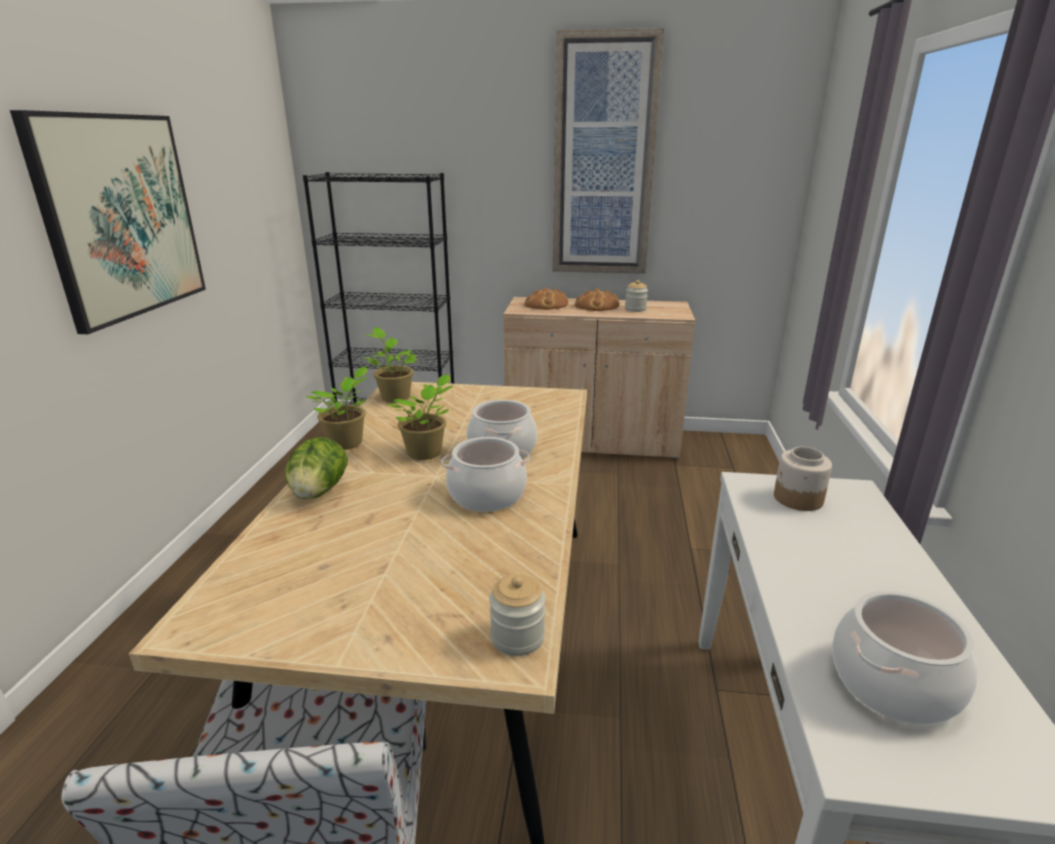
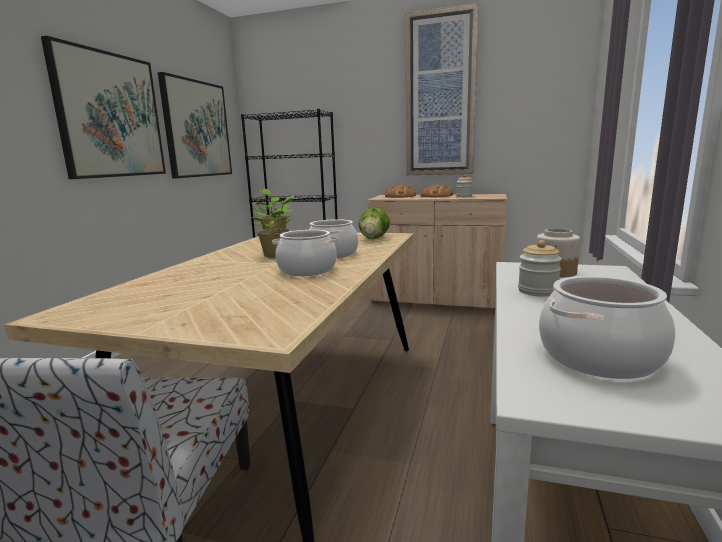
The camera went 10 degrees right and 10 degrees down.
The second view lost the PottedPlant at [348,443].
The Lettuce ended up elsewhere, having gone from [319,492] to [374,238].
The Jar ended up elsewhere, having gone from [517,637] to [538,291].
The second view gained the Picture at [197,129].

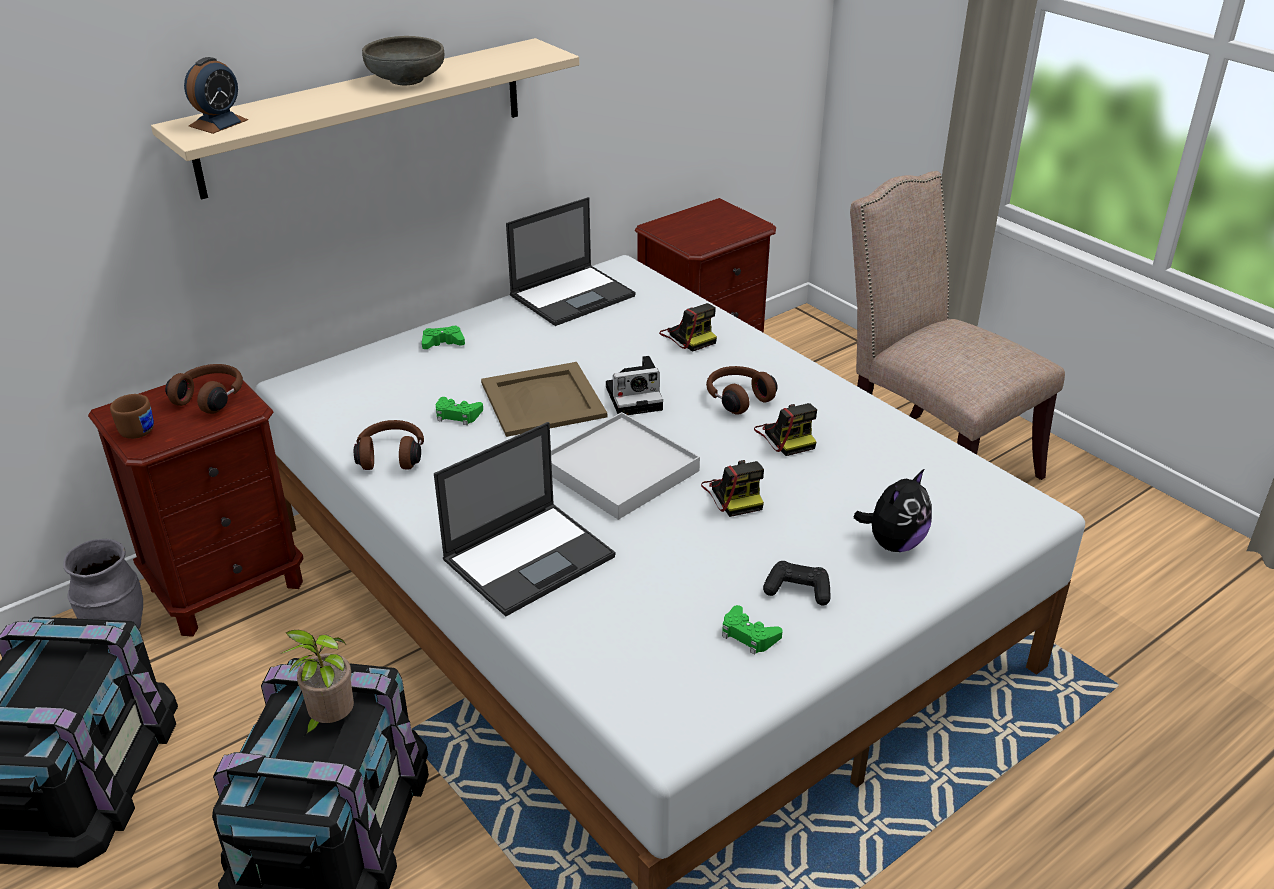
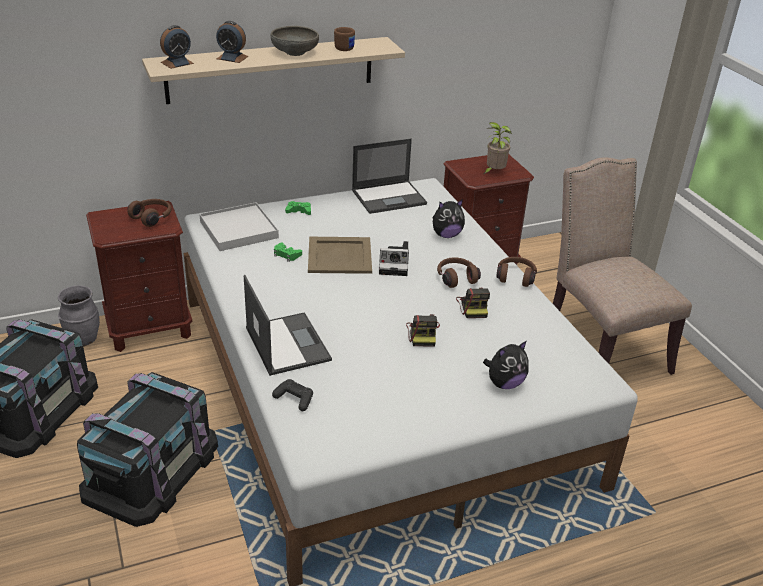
The camera went 15 degrees right and 0 degrees up.
Where the PhotoCamera stood at [688,336], the PlushToy came to stand at [446,235].
The BrownMug ended up elsewhere, having gone from [140,428] to [346,48].
The WhiteTray ended up elsewhere, having gone from [620,470] to [239,229].
The BrownHeadphones ended up elsewhere, having gone from [391,455] to [515,277].
The Laptop at [530,557] ended up facing another way, 90 degrees counterclockwise from before.
The BlackGameController ended up elsewhere, having gone from [798,590] to [294,399].
The second view lost the GreenGameController at [748,635].
The PottedPlant ended up elsewhere, having gone from [330,721] to [493,172].
The second view gained the AlarmClock at [232,57].

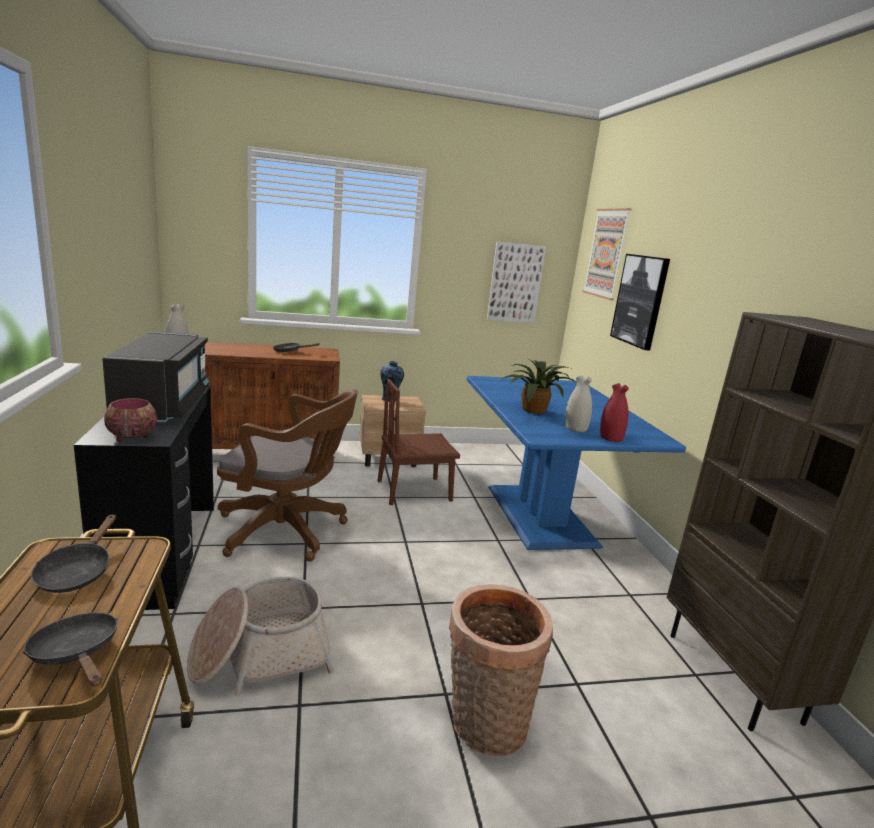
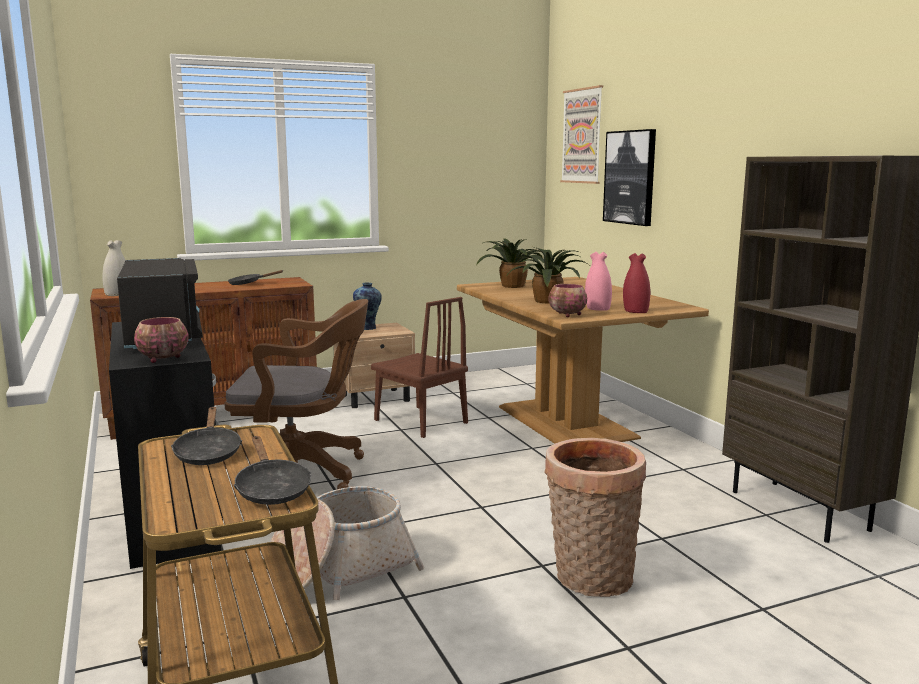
The camera went 10 degrees left and 5 degrees down.
The second view lost the Picture at [515,283].
What was the WhiteVase at [575,428] turned into the PinkVase at [597,308].
What was the BlueDiningTable at [541,515] turned into the BrownDiningTable at [567,421].
The BrownChair at [414,491] ended up facing another way, 105 degrees counterclockwise from before.
The BlackFryingPan at [77,653] ended up facing another way, 150 degrees counterclockwise from before.
The second view gained the PottedPlant at [513,286].
The second view gained the Bowl at [567,315].

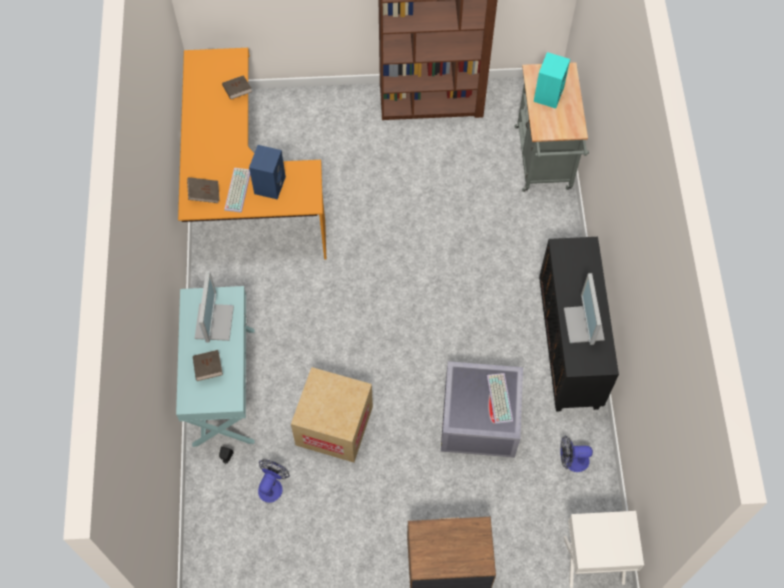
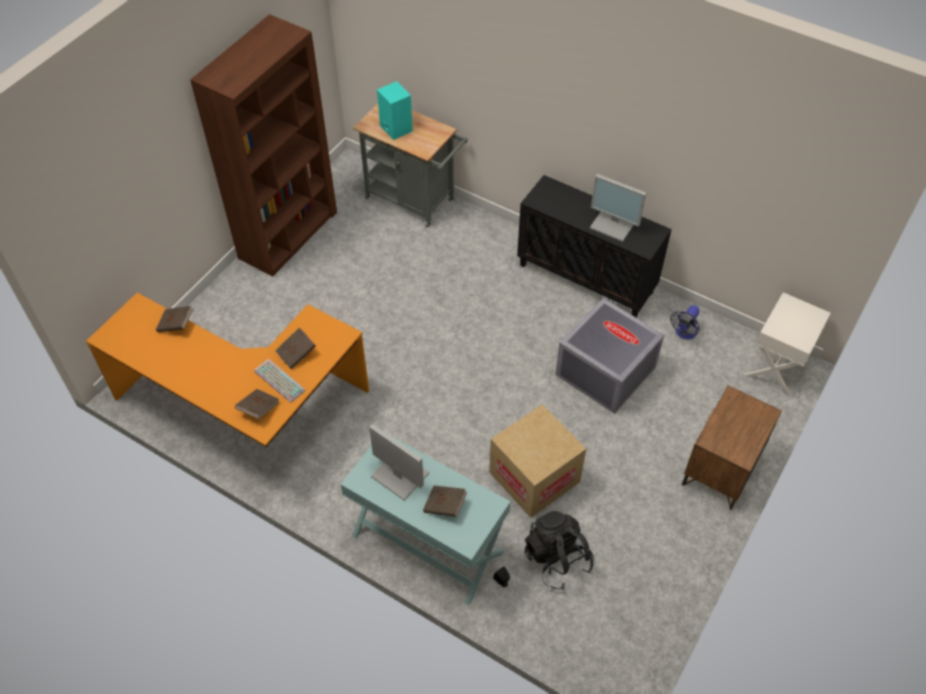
The camera went 55 degrees left and 10 degrees down.
Where the BlueSpeaker stood at [269,184], the BrownBook came to stand at [296,354].
The second view lost the Keyboard at [498,398].
Where the Fan stood at [272,485], the BlackBackpack came to stand at [557,559].

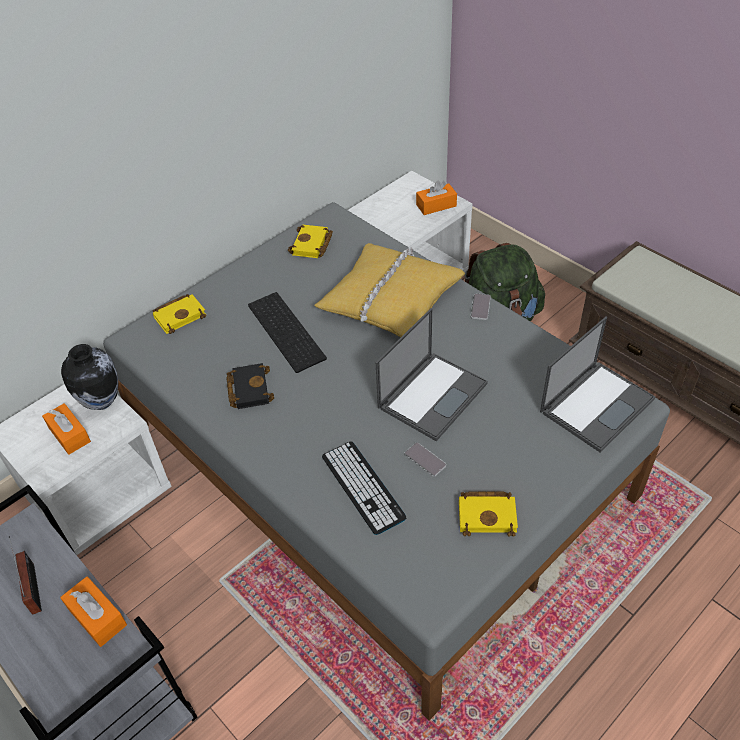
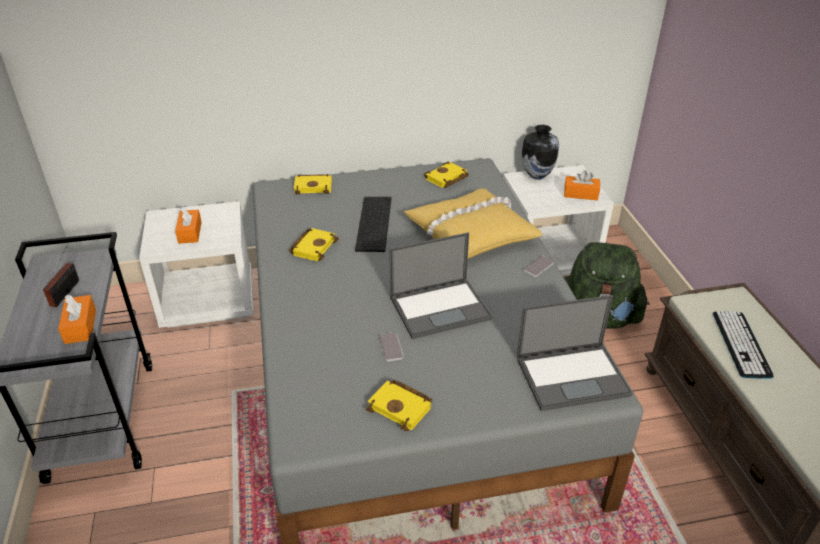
The camera went 30 degrees right and 10 degrees down.
The Vase ended up elsewhere, having gone from [101,401] to [537,175].
What was the BlackBook at [248,388] turned into the YellowBook at [313,247].
The Keyboard ended up elsewhere, having gone from [363,487] to [741,344].

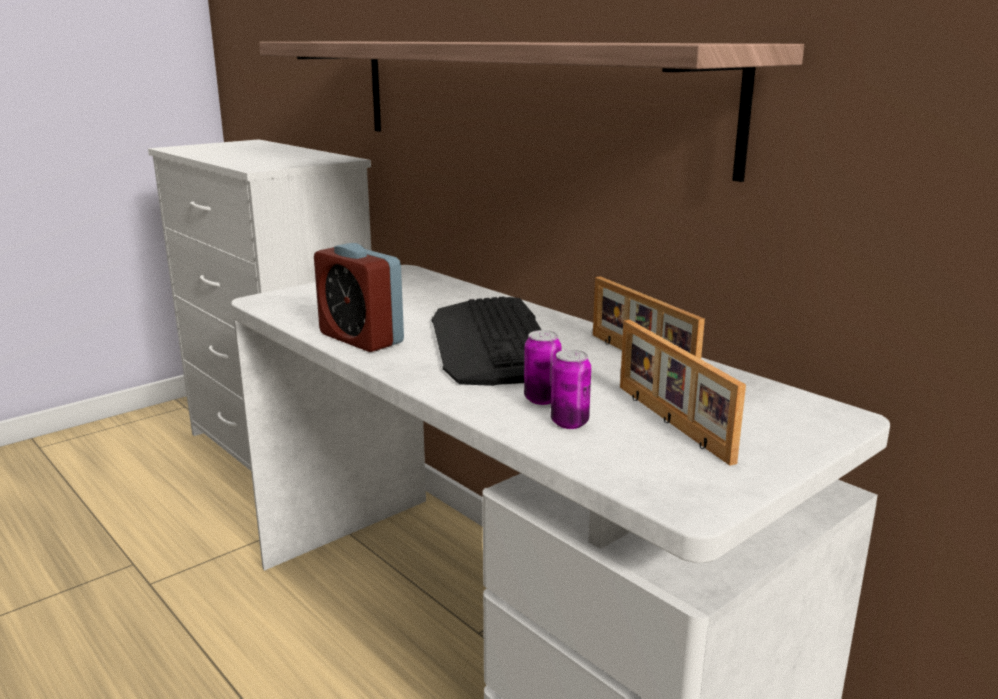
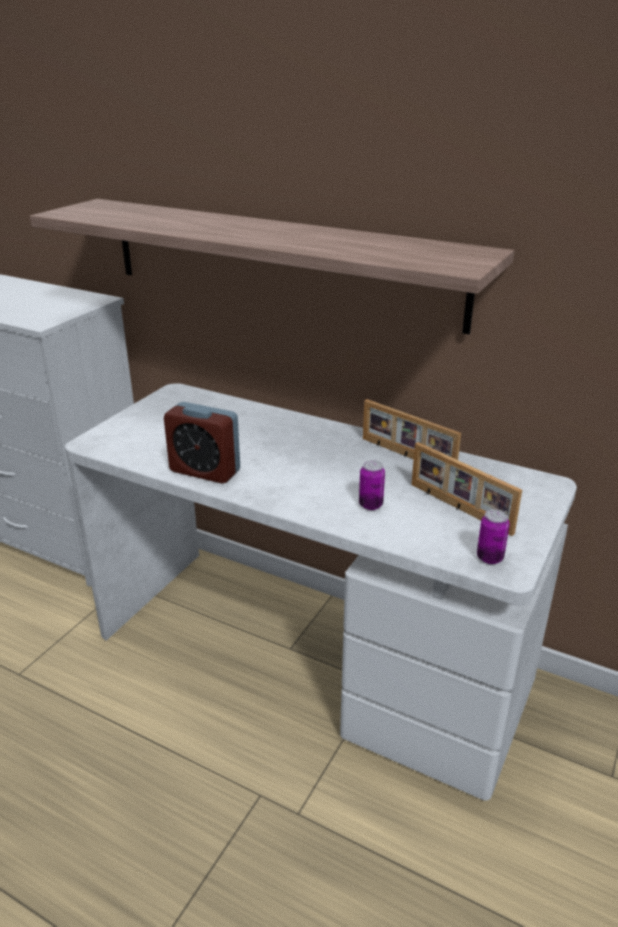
The camera went 20 degrees left and 10 degrees up.
The second view lost the Keyboard at [492,342].
The Can ended up elsewhere, having gone from [569,423] to [489,558].

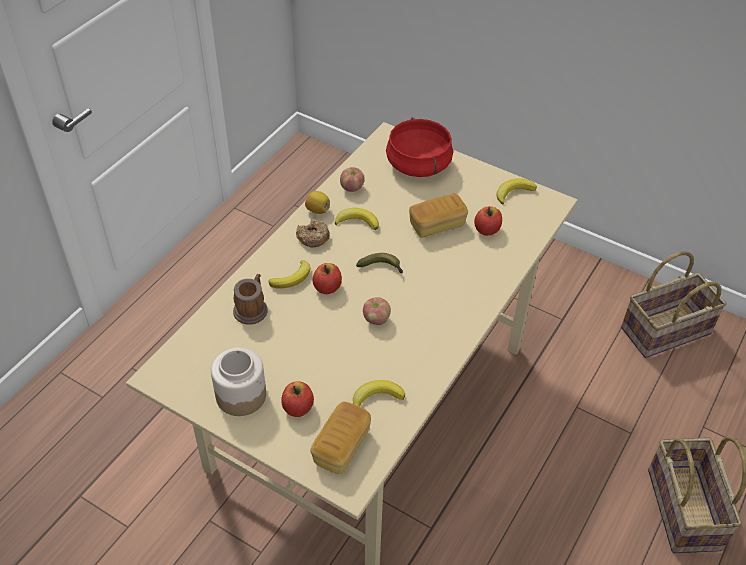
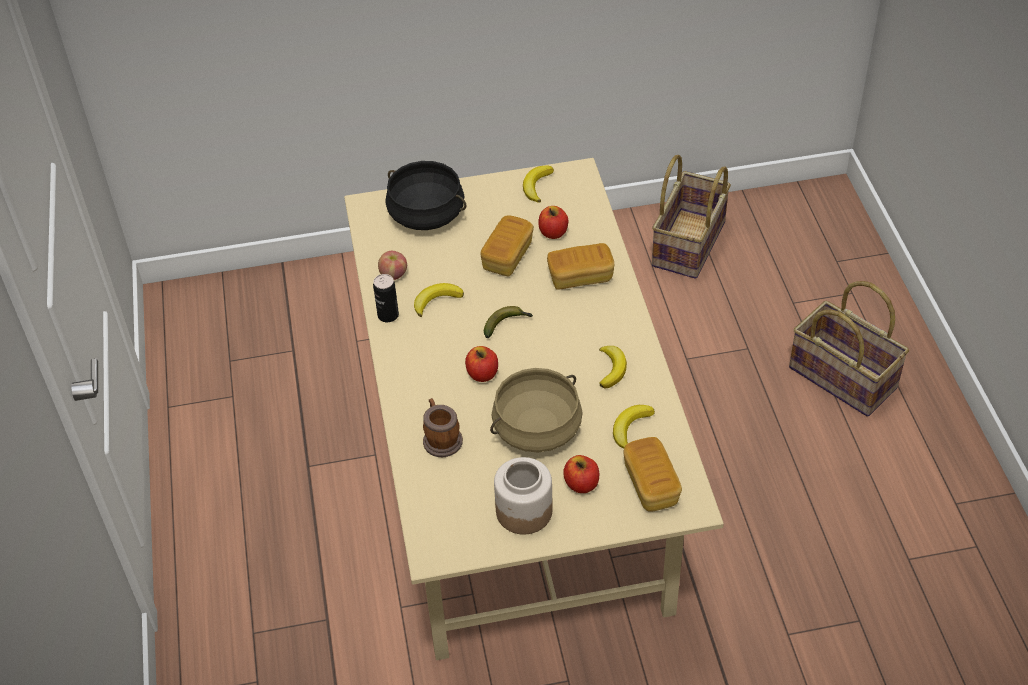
The camera went 40 degrees left and 0 degrees up.
What was the RedCookingPot at [419,164] turned into the BlackCookingPot at [427,214].
Where the Lemon stood at [317,210], the Can came to stand at [388,315].
The second view lost the Donut at [313,237].
The Banana ended up elsewhere, having gone from [292,278] to [611,368].
The second view lost the Apple at [376,319].
The second view gained the Bread at [580,277].
The second view gained the BeigeCookingPot at [537,428].

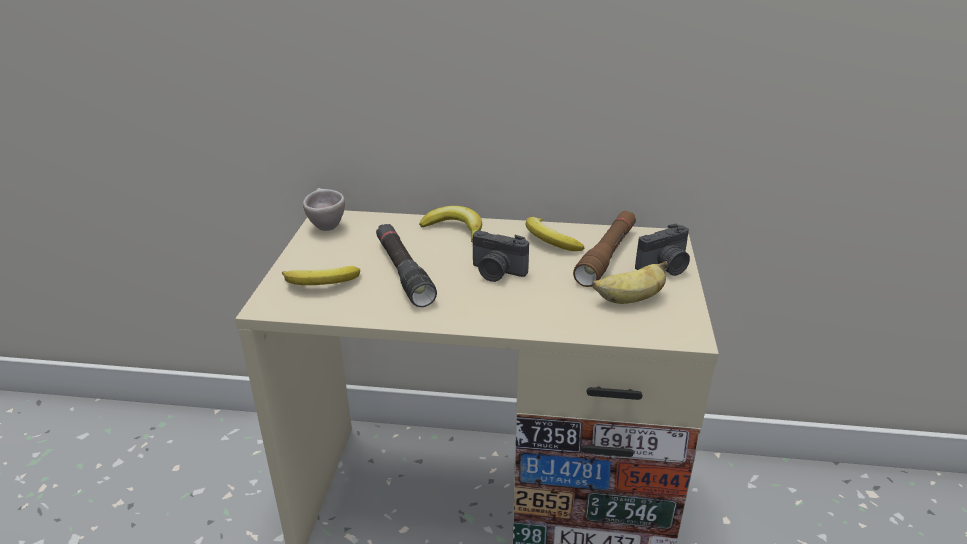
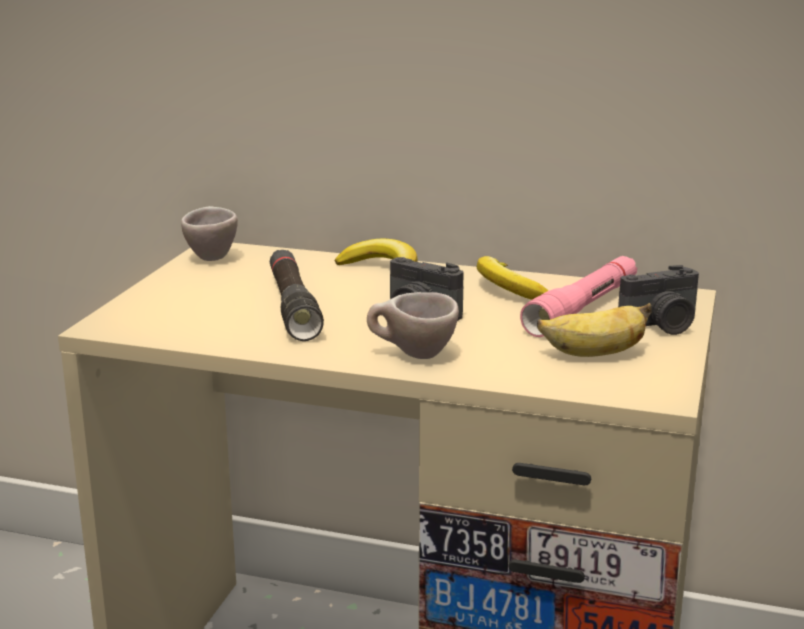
The camera went 10 degrees right and 10 degrees down.
What was the BrownFlashlight at [606,256] turned into the PinkFlashlight at [582,309].
The second view lost the Banana at [321,283].
The second view gained the BeigeCup at [412,355].

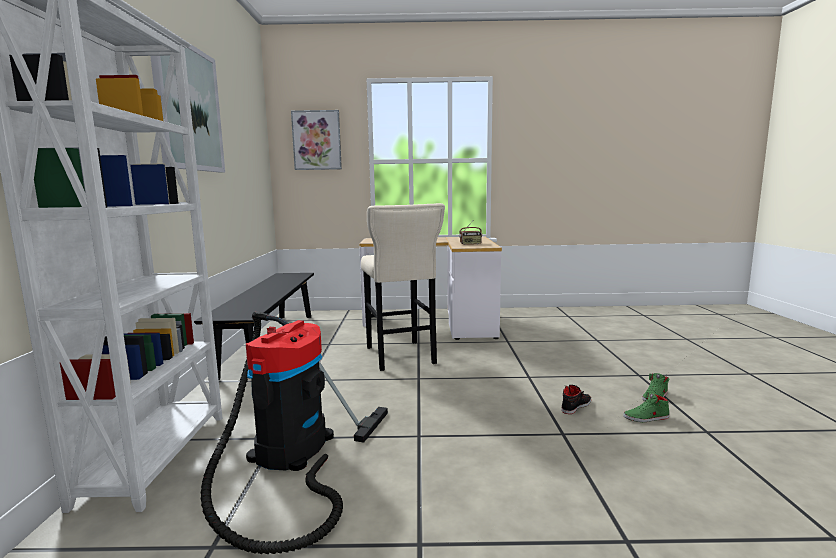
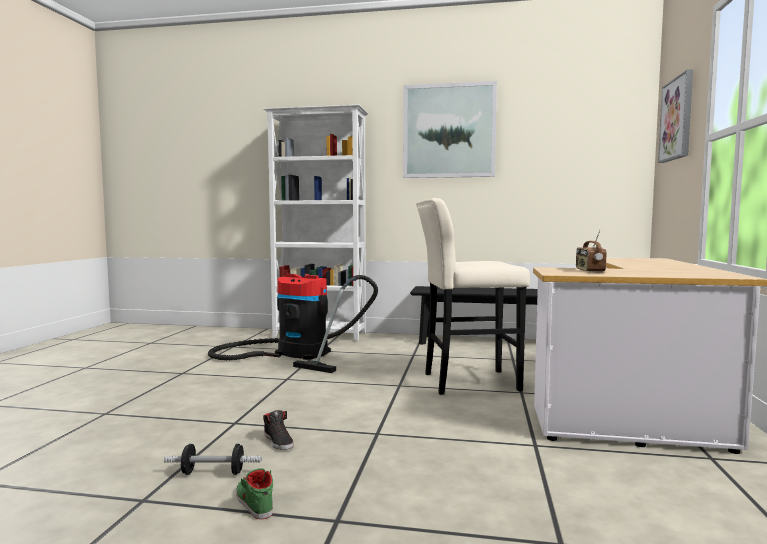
The camera went 100 degrees right and 5 degrees down.
Where the GreenShoe stood at [646,418], the Dumbbell came to stand at [213,473].

